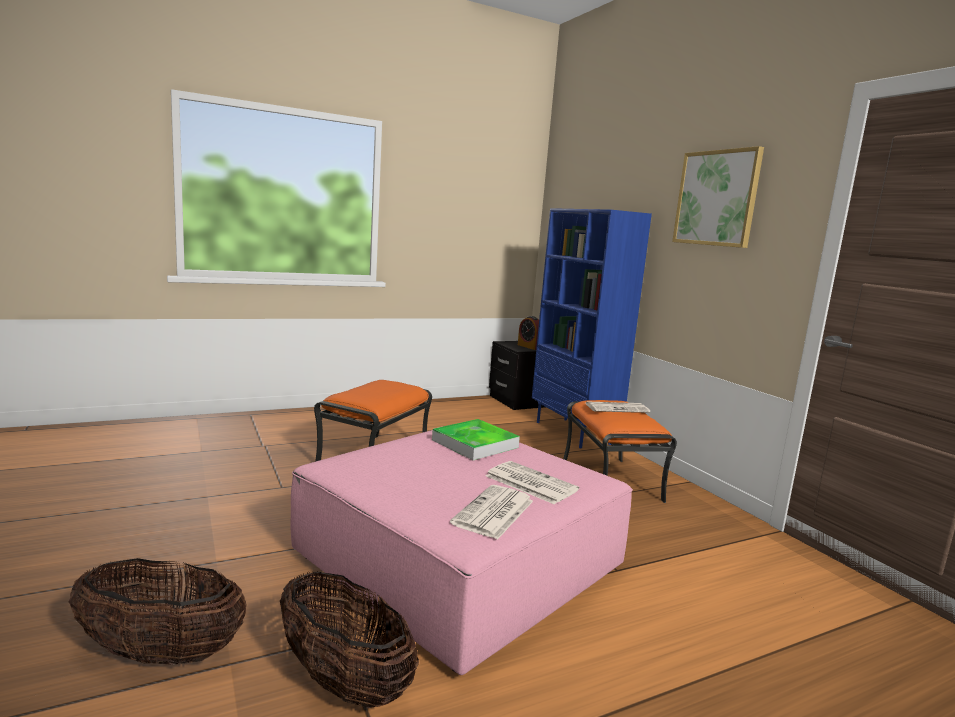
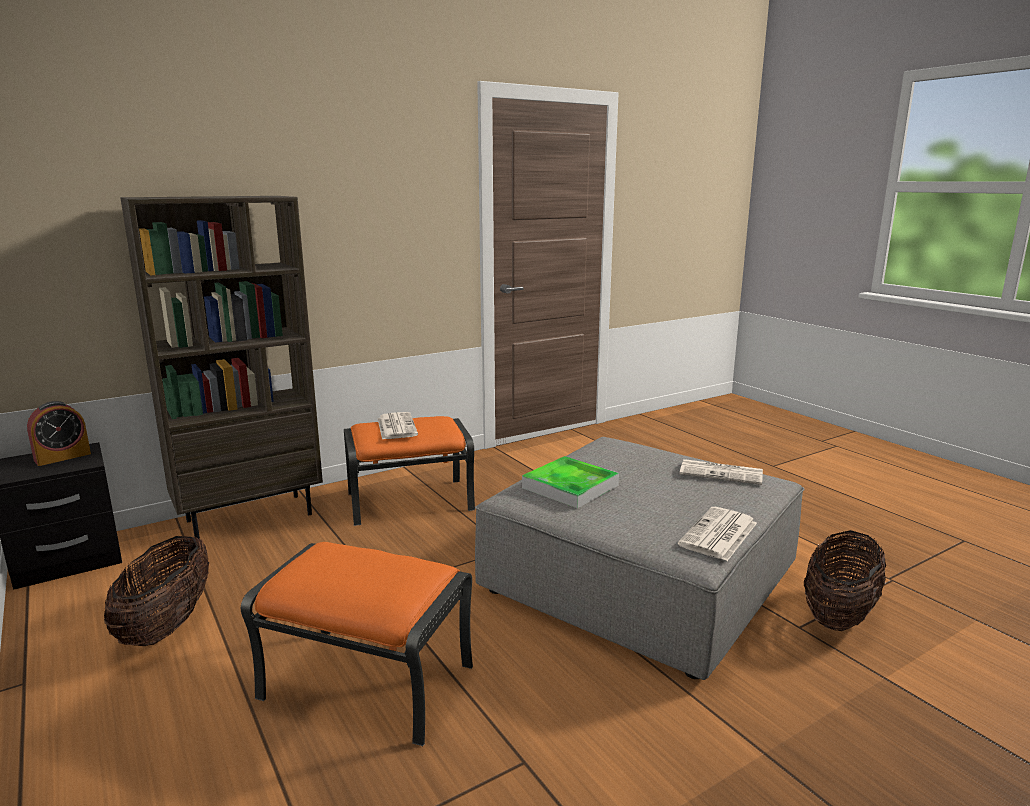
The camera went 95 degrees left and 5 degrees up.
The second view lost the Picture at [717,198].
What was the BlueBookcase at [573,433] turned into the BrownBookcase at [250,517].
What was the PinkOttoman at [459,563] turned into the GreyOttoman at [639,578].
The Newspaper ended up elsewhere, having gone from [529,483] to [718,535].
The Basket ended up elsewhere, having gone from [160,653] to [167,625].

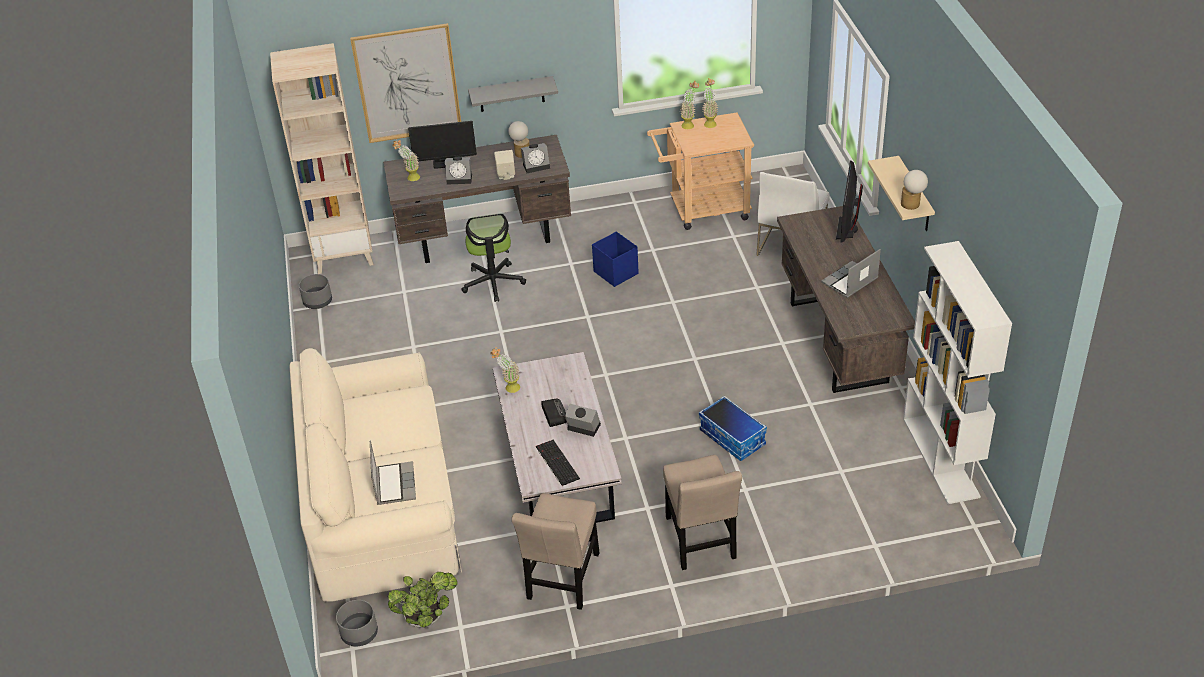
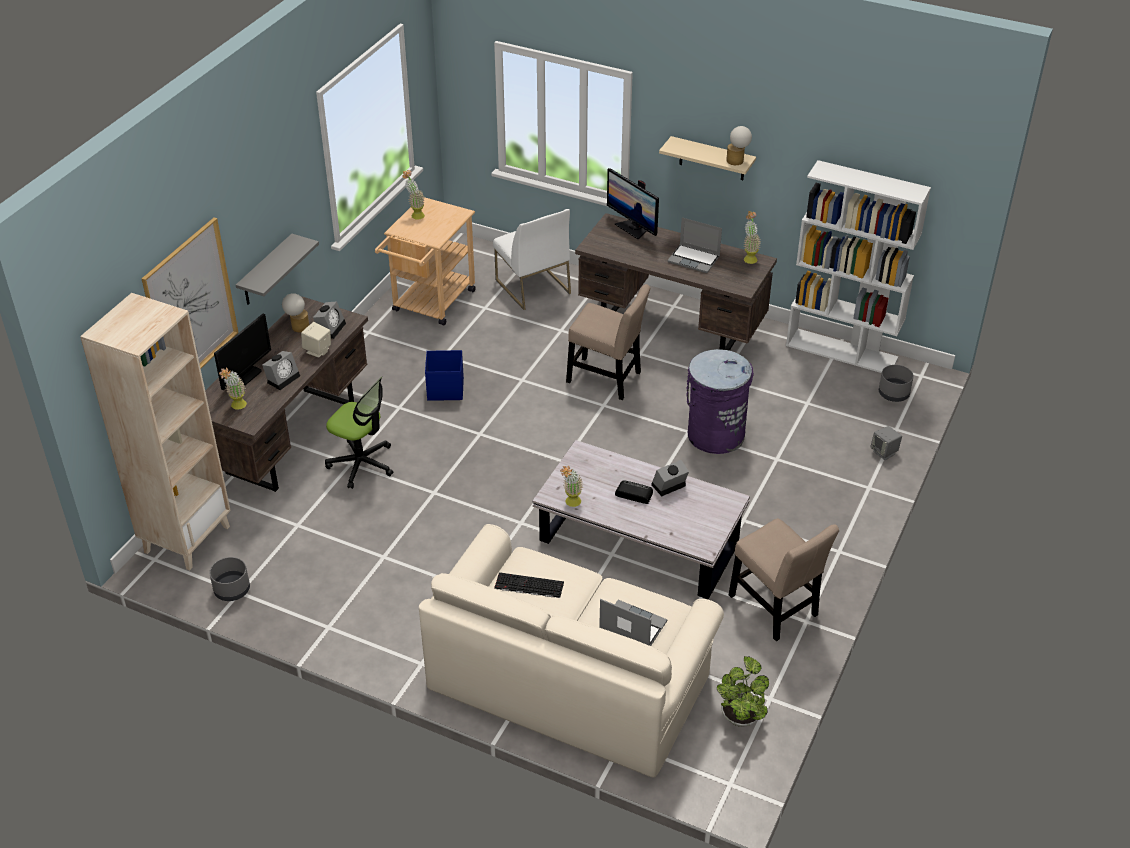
The camera went 55 degrees left and 0 degrees up.
The PottedPlant ended up elsewhere, having gone from [689,124] to [749,257].
The Laptop at [849,281] ended up facing another way, 60 degrees counterclockwise from before.
Where the StorageBox stood at [733,438], the PurpleTrashCan came to stand at [715,434].
The Keyboard ended up elsewhere, having gone from [556,462] to [528,586].
The BeigeChair ended up elsewhere, having gone from [700,541] to [607,379].
The GreyPlanter ended up elsewhere, having gone from [360,633] to [894,393].
The second view gained the GreySpeaker at [884,452].

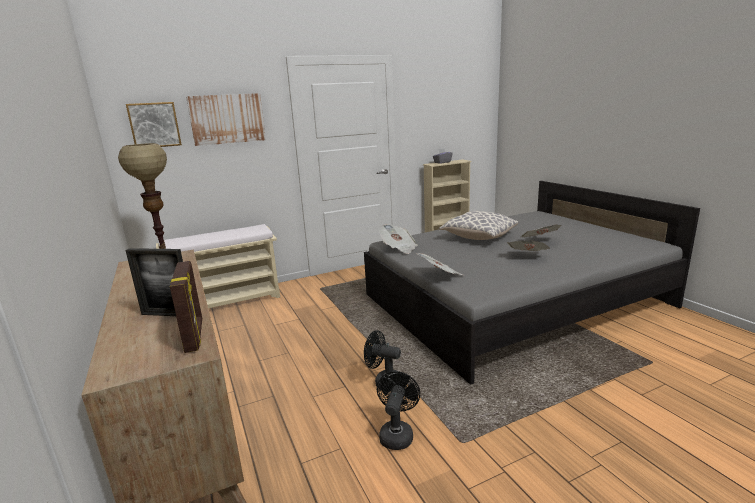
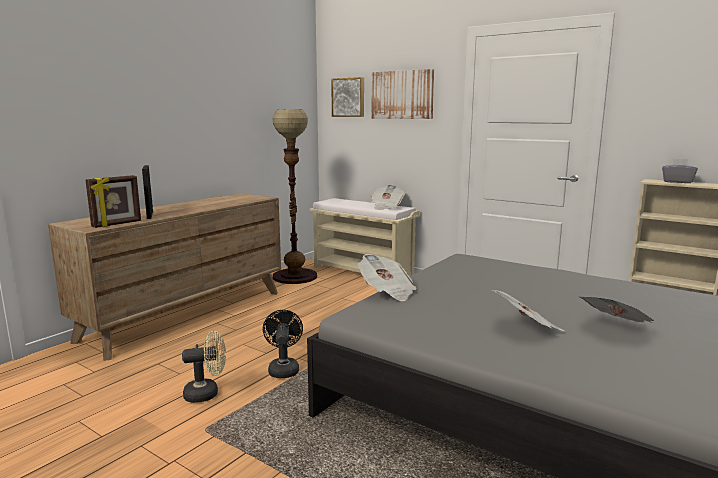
The camera went 60 degrees right and 5 degrees down.
The second view lost the Pillow at [478,237].
The Newspaper ended up elsewhere, having gone from [398,248] to [386,207].
What was the BlackFan at [397,433] turned into the BeigeFan at [207,393].

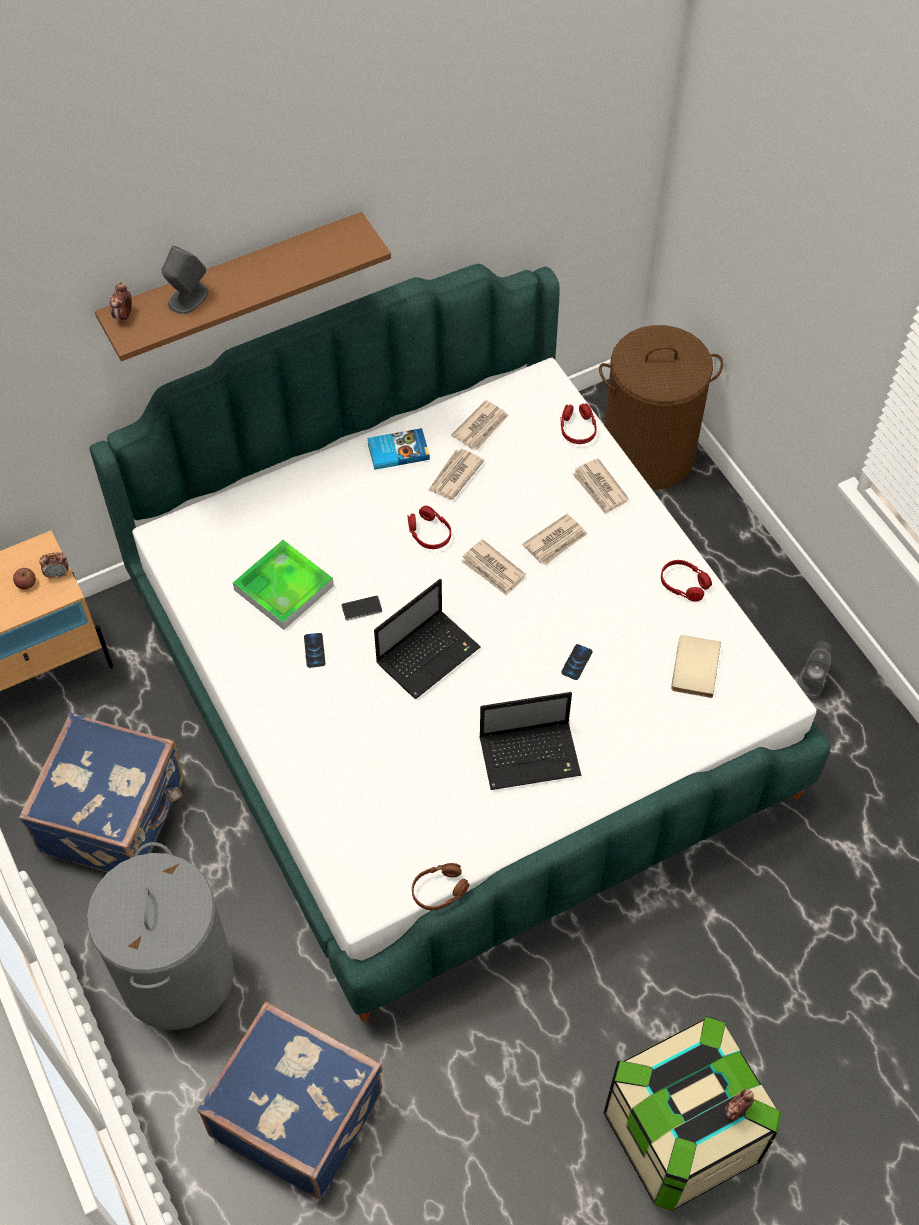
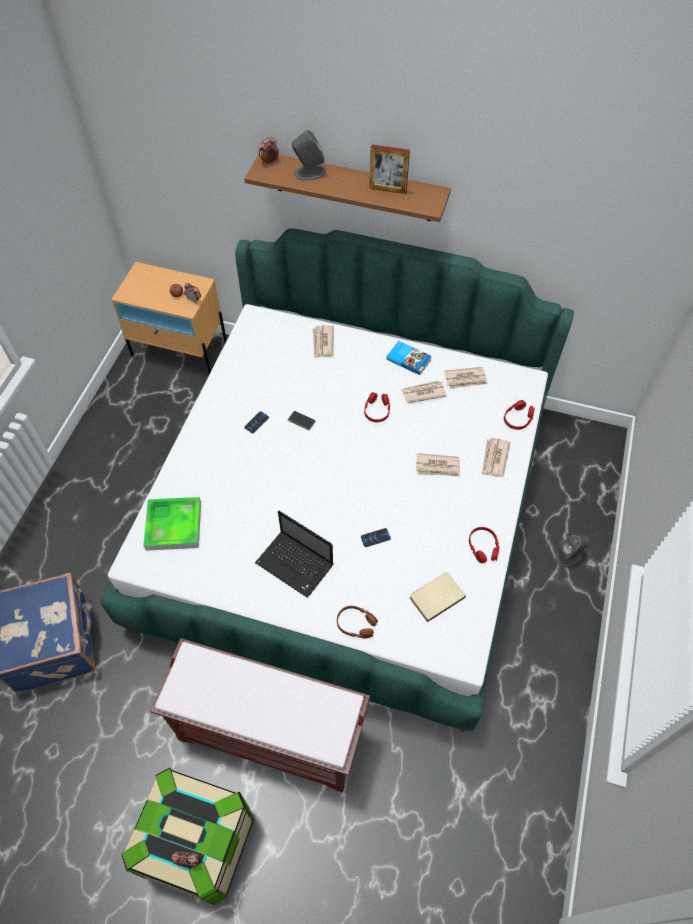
The camera went 45 degrees right and 0 degrees up.
The second view lost the BrownLaundryBasket at [647,454].
The Newspaper ended up elsewhere, having gone from [493,570] to [322,343].
The Tray ended up elsewhere, having gone from [284,588] to [173,525].
The second view lost the Laptop at [429,654].
The GreySpeaker ended up elsewhere, having gone from [812,680] to [568,557].
The second view lost the BlueSuitcase at [116,816].
The second view lost the GreyLaundryBasket at [176,975].
The BrownHeadphones ended up elsewhere, having gone from [439,890] to [356,624].
The second view gained the PictureFrame at [388,189].
The second view gained the BrownBench at [272,734].

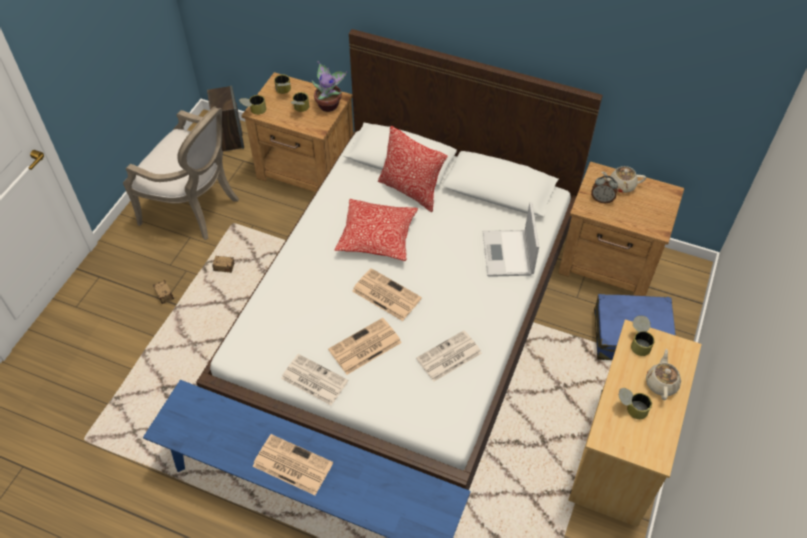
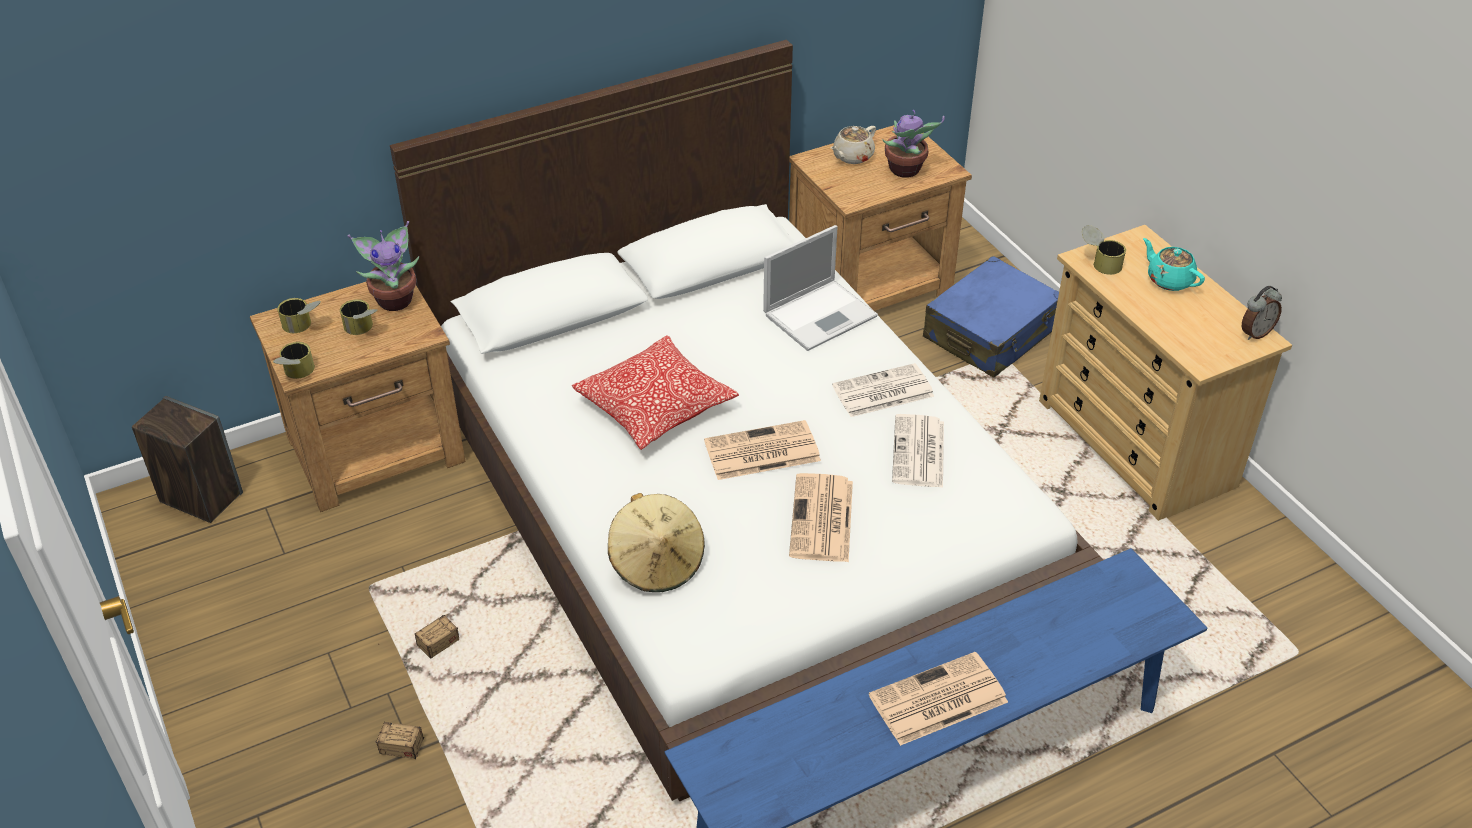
The camera went 50 degrees left and 10 degrees down.
The second view lost the Armchair at [195,209].
The second view lost the Pillow at [410,190].
The AlarmClock ended up elsewhere, having gone from [602,199] to [1255,333].
The Laptop at [508,254] ended up facing another way, 75 degrees counterclockwise from before.
What was the BeigeTeapot at [661,383] turned into the TurquoiseTeapot at [1169,280].
The Newspaper ended up elsewhere, having gone from [313,380] to [882,392].
The second view lost the Can at [631,408].
The second view gained the PottedPlant at [905,170].
The second view gained the BeigeHat at [657,563].

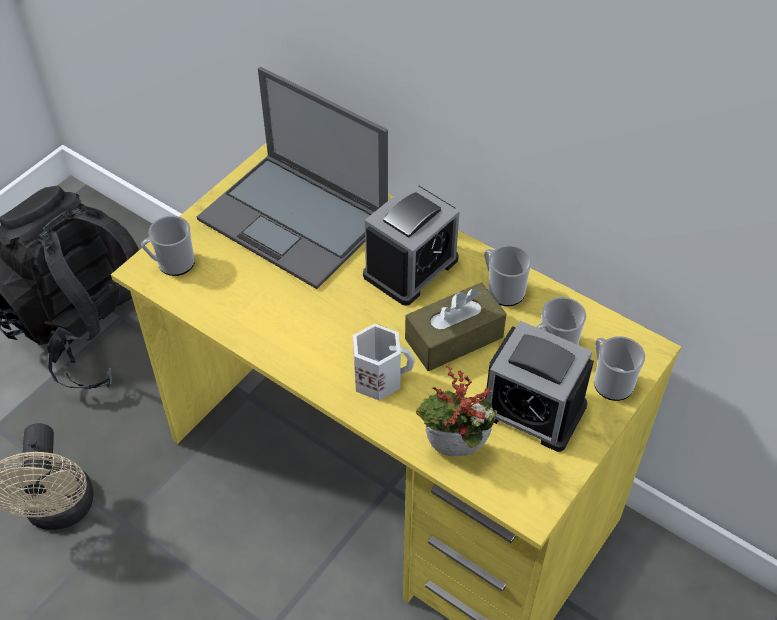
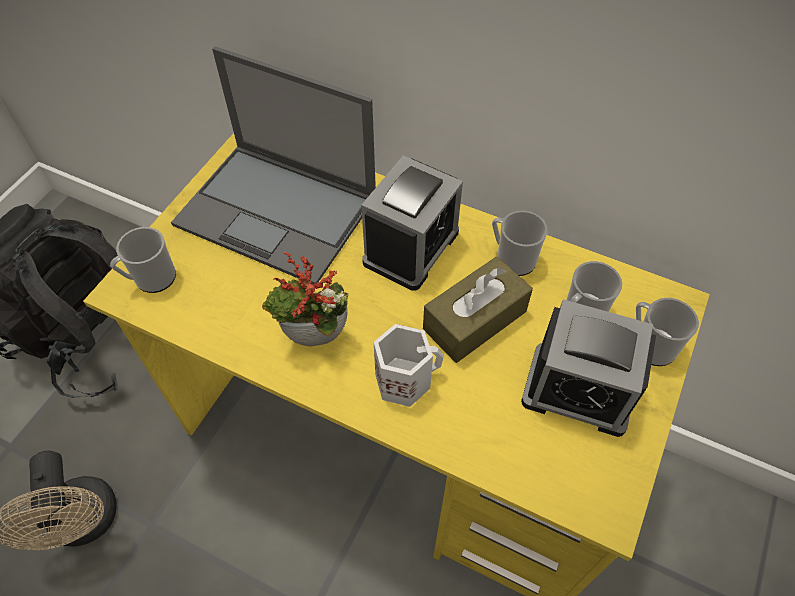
The camera went 10 degrees left and 5 degrees up.
The PottedPlant ended up elsewhere, having gone from [453,454] to [314,343].

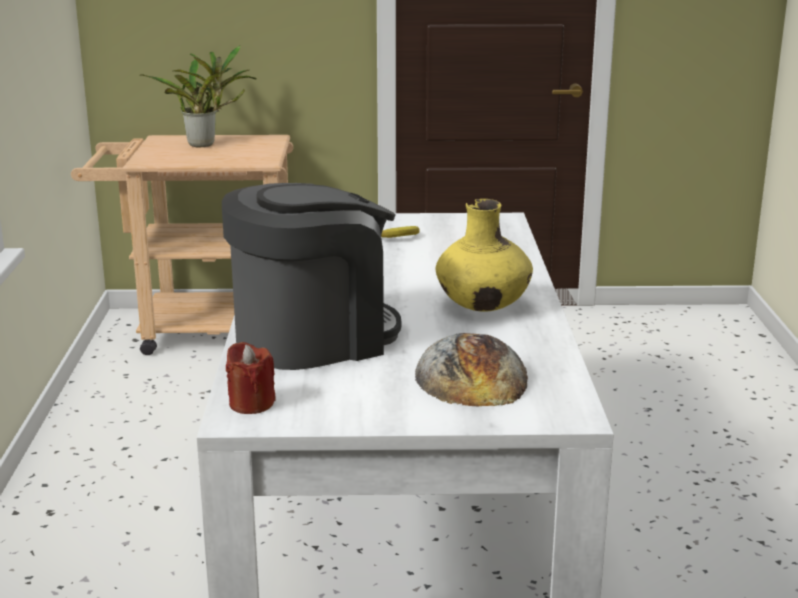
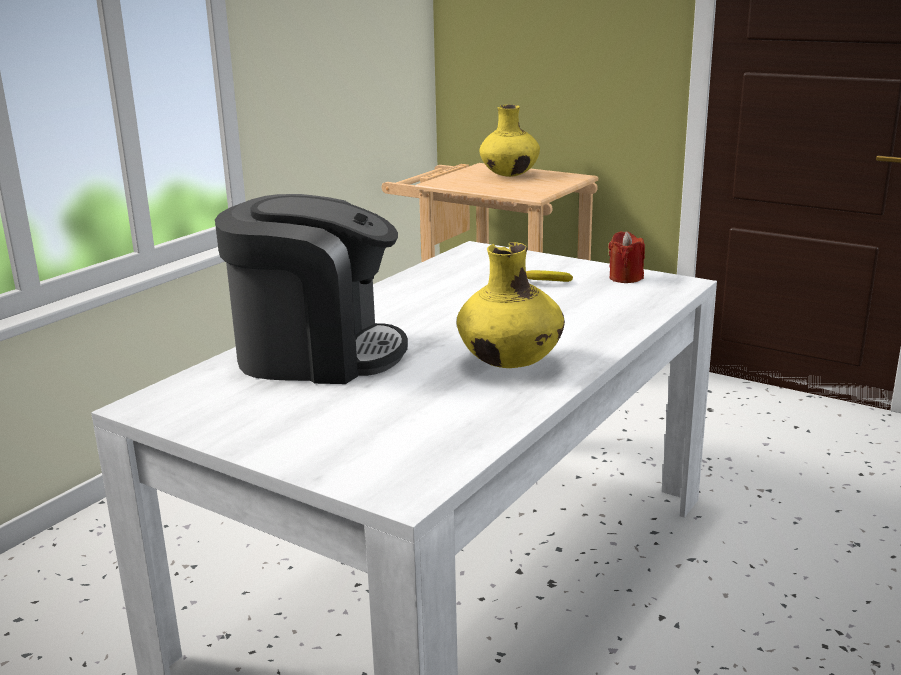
The camera went 35 degrees right and 0 degrees up.
Where the PottedPlant stood at [205,144], the YellowVase came to stand at [509,175].
The second view lost the Bread at [471,376].
The RedCandle ended up elsewhere, having gone from [251,404] to [625,278].

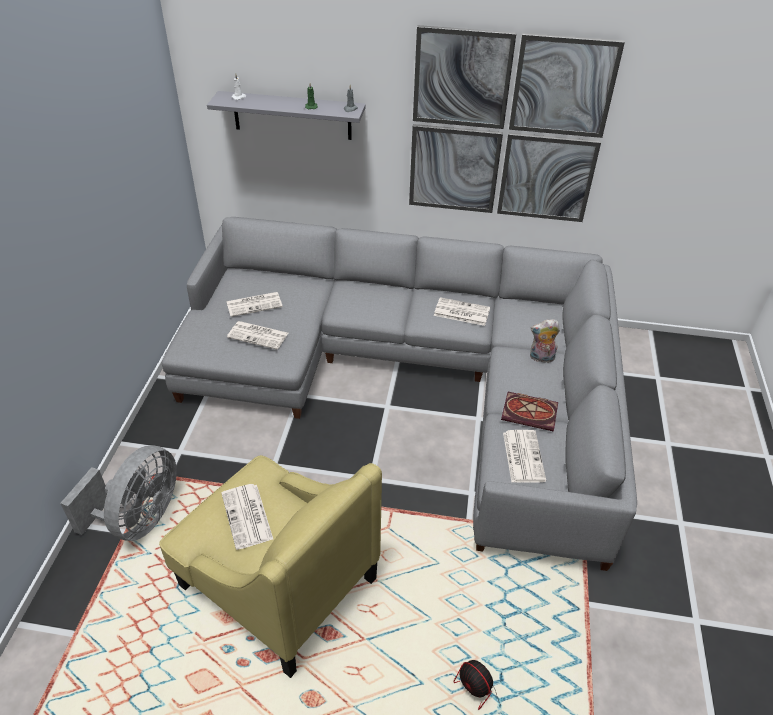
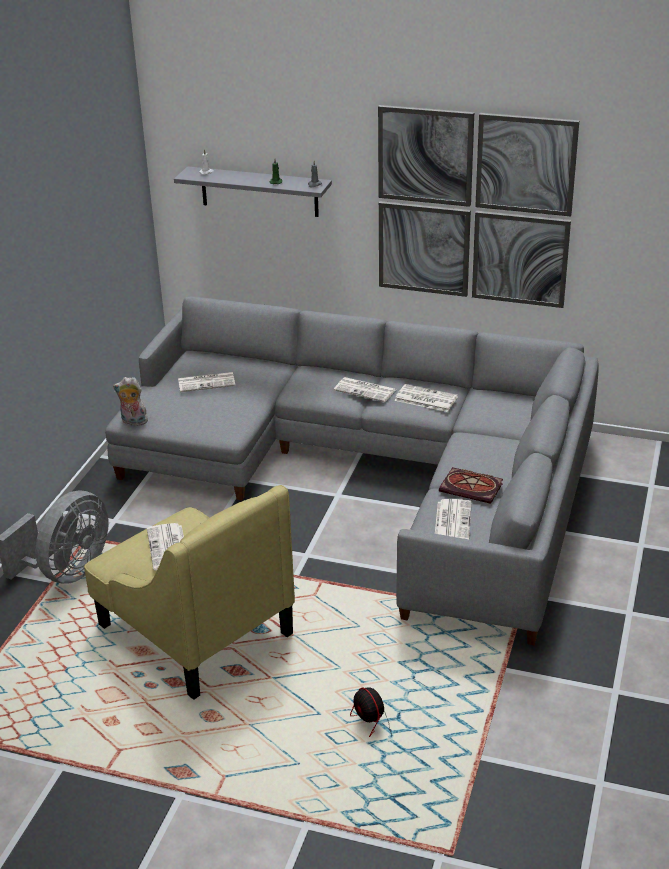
The camera went 10 degrees right and 10 degrees down.
The PlushToy ended up elsewhere, having gone from [541,358] to [133,422].
The Newspaper ended up elsewhere, having gone from [259,335] to [366,390].

